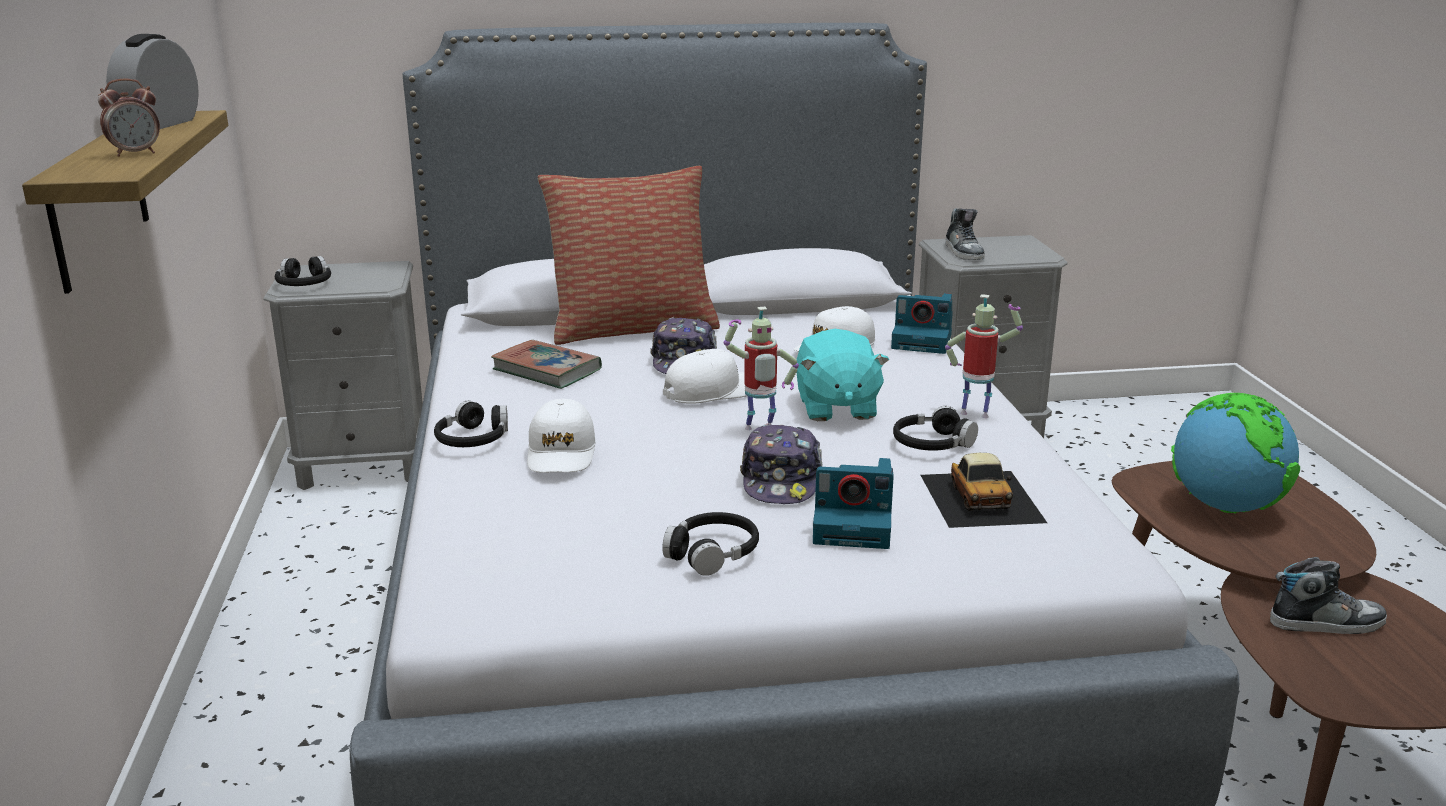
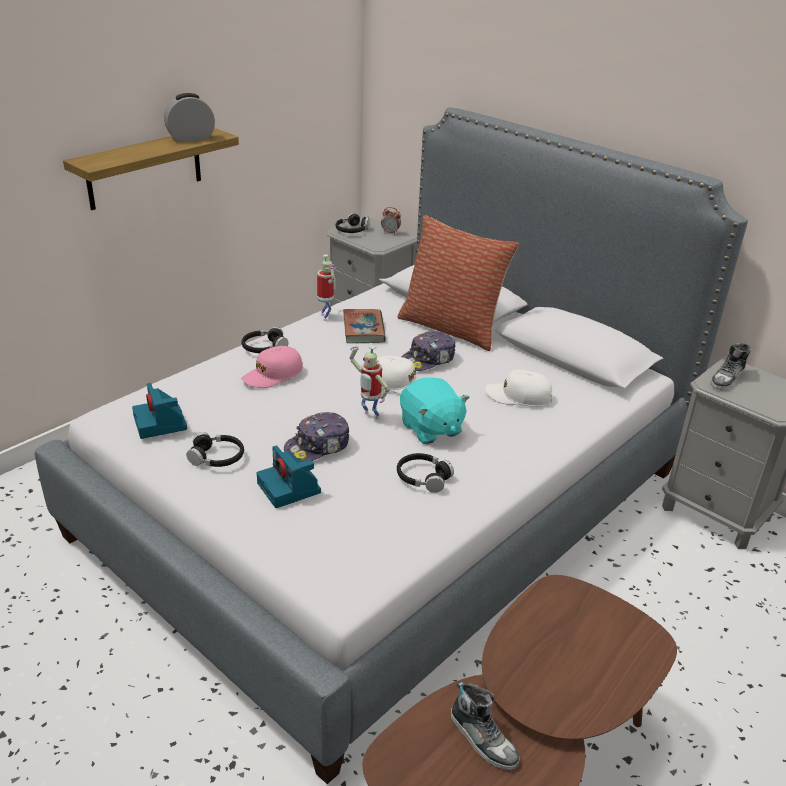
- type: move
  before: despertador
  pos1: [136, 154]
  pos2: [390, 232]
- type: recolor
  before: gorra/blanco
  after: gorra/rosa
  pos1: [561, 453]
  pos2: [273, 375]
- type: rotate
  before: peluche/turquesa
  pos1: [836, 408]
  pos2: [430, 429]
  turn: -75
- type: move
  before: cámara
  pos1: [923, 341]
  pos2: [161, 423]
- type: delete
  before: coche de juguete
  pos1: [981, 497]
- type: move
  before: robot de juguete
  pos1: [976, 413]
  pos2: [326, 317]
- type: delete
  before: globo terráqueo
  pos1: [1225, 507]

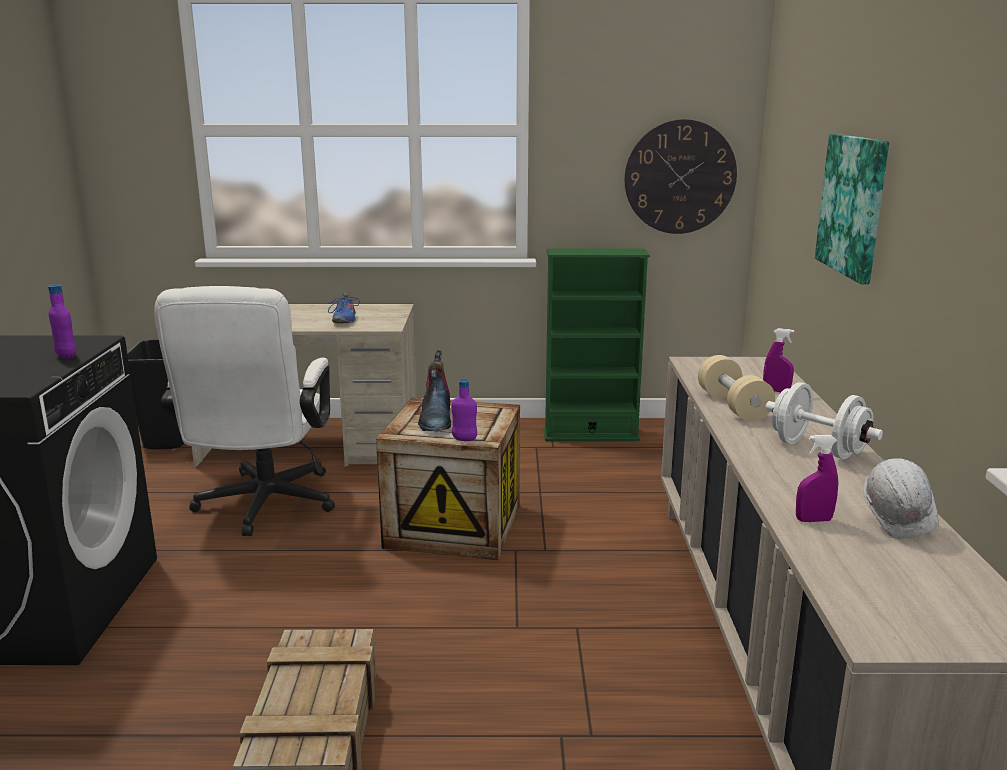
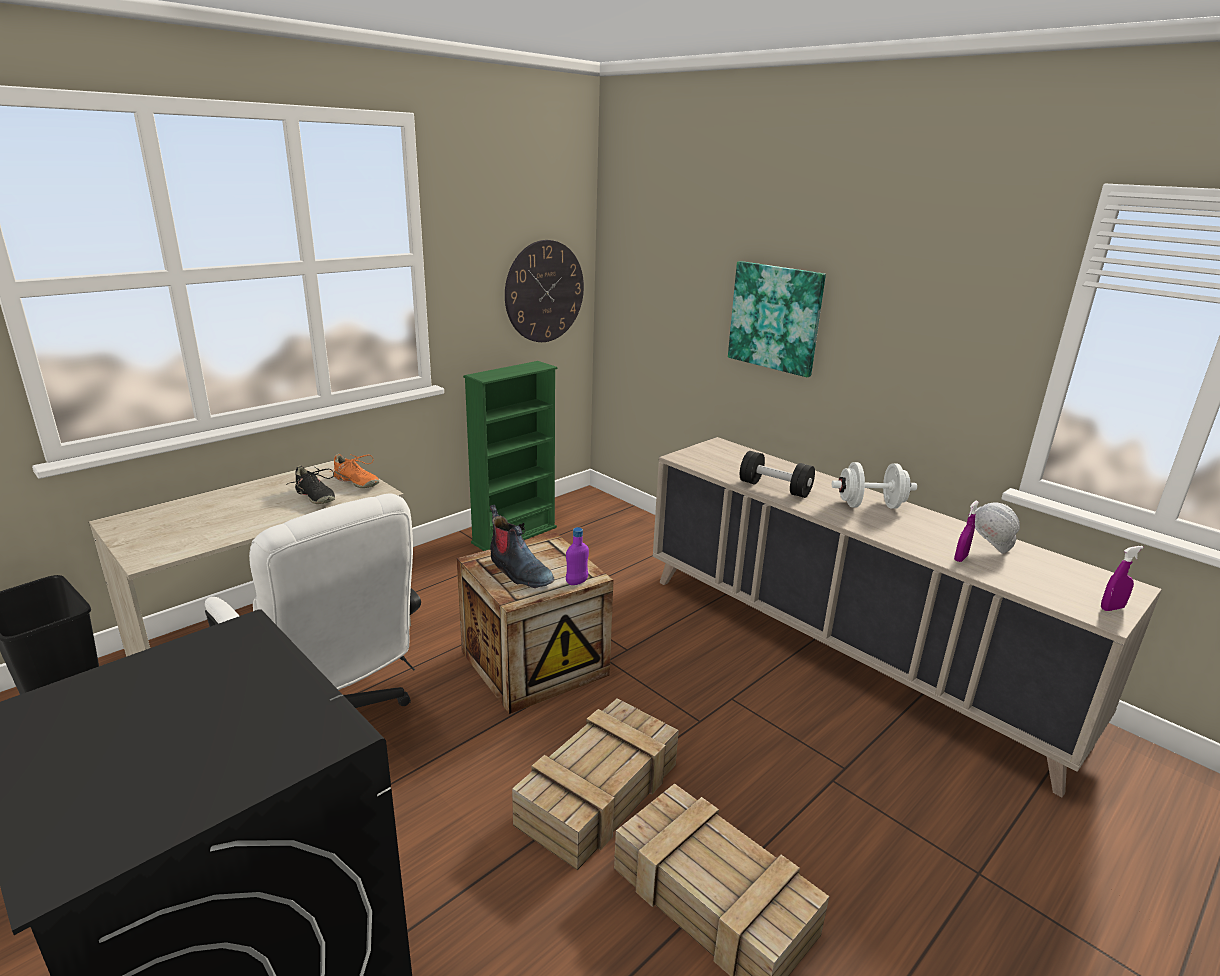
- type: delete
  before: botella/morado
  pos1: [66, 356]
- type: recolor
  before: zapato/azul
  after: zapato/negro
  pos1: [344, 319]
  pos2: [314, 497]
- type: recolor
  before: mancuerna/beis
  after: mancuerna/negro
  pos1: [733, 406]
  pos2: [774, 488]
- type: move
  before: pulverizador/morado
  pos1: [776, 391]
  pos2: [1112, 608]
- type: insert
  after: zapato/naranja
  pos2: [356, 482]
- type: insert
  after: caja de embalaje
  pos2: [599, 791]

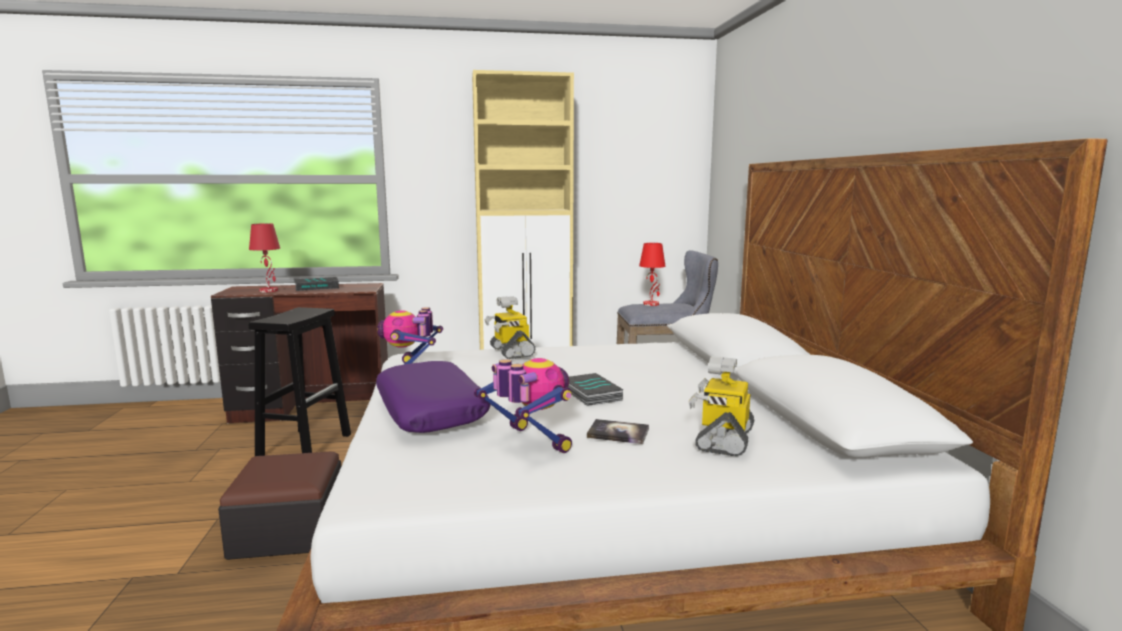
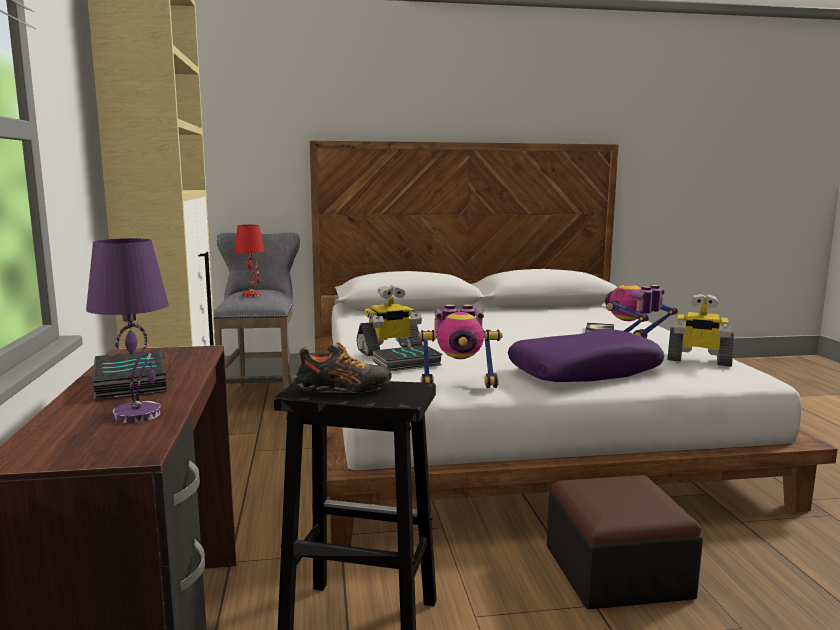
- type: recolor
  before: lámpara de mesa/rojo
  after: lámpara de mesa/morado
  pos1: [269, 290]
  pos2: [137, 414]
- type: move
  before: libro
  pos1: [590, 394]
  pos2: [406, 363]
- type: move
  before: robot de juguete
  pos1: [723, 439]
  pos2: [698, 360]
- type: insert
  after: zapato
  pos2: [344, 389]

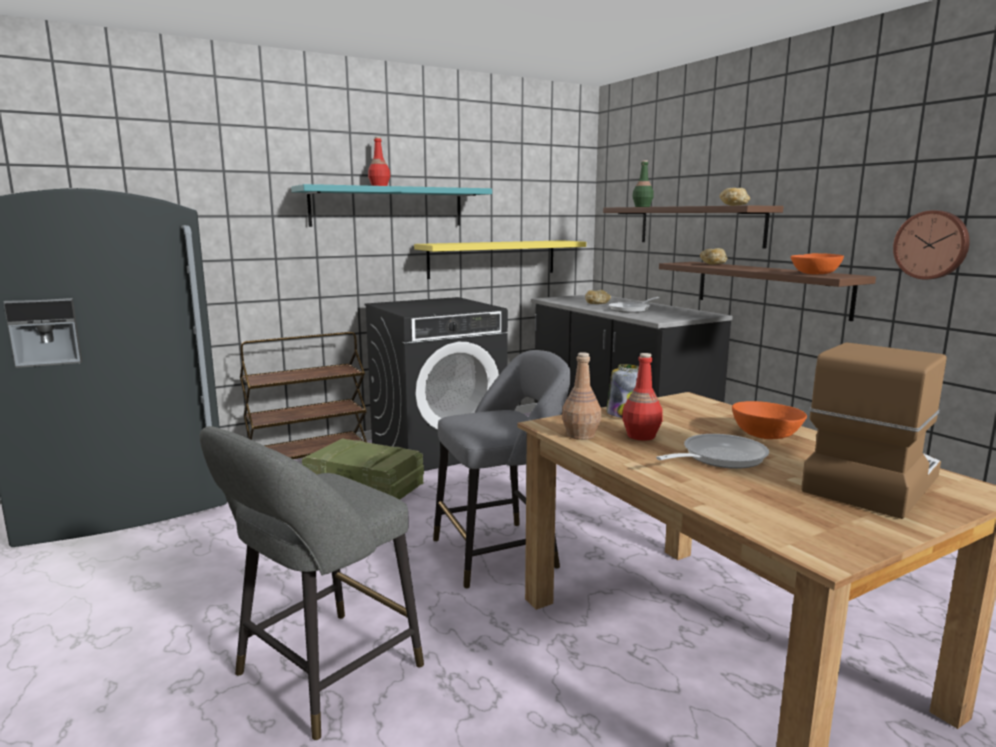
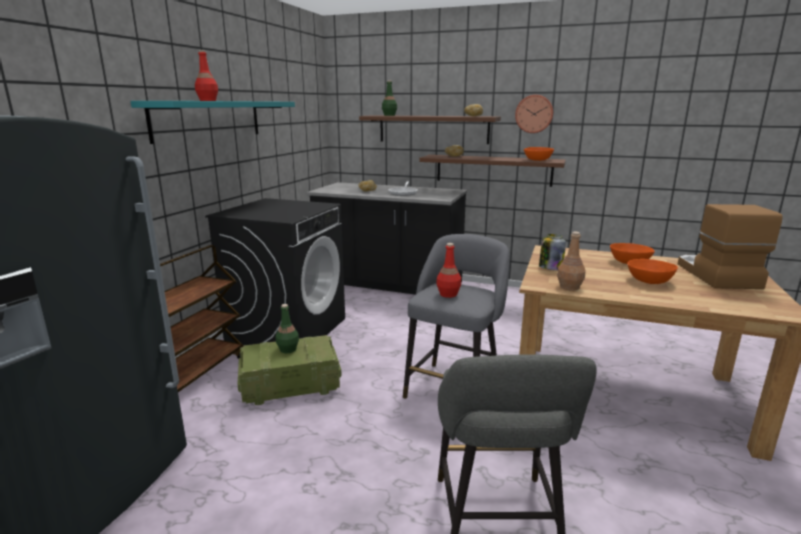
- type: delete
  before: estante/amarillo
  pos1: [492, 258]
- type: move
  before: botella/rojo
  pos1: [641, 436]
  pos2: [448, 294]
- type: replace
  before: sartén
  after: cuenco/naranja
  pos1: [718, 458]
  pos2: [649, 281]
- type: move
  before: reloj de pared
  pos1: [932, 245]
  pos2: [534, 114]
- type: insert
  after: botella/verde
  pos2: [287, 349]

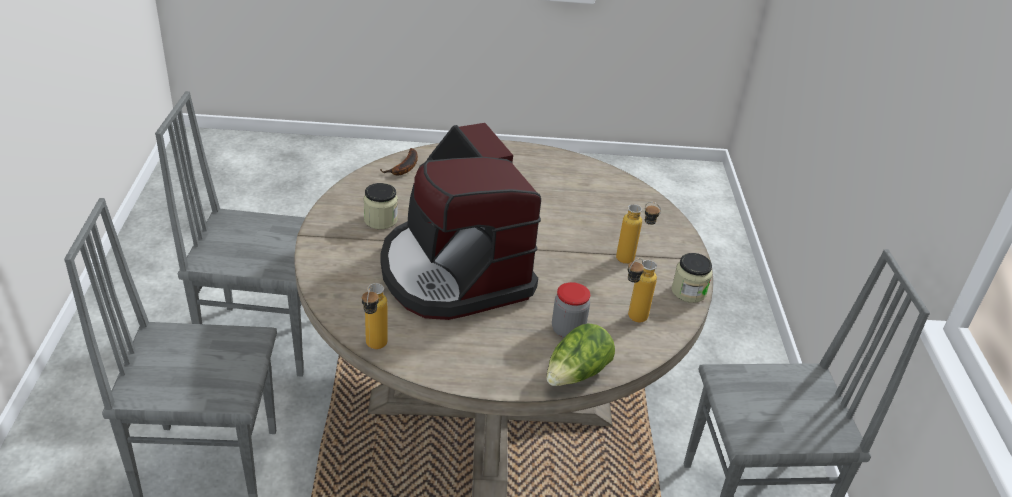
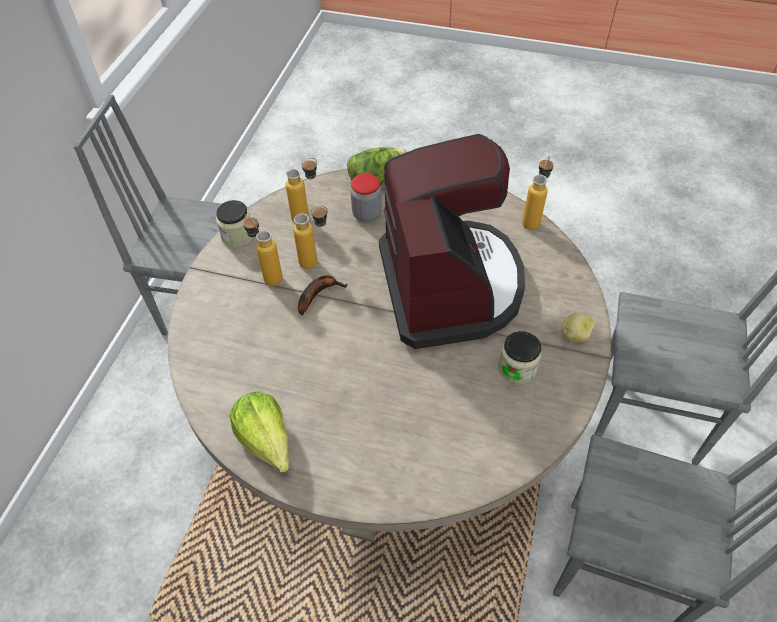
- type: move
  before: plátano
  pos1: [404, 168]
  pos2: [318, 294]
- type: insert
  after: lechuga
  pos2: [268, 447]
- type: insert
  after: botella
  pos2: [316, 261]
- type: insert
  after: patata
  pos2: [574, 335]

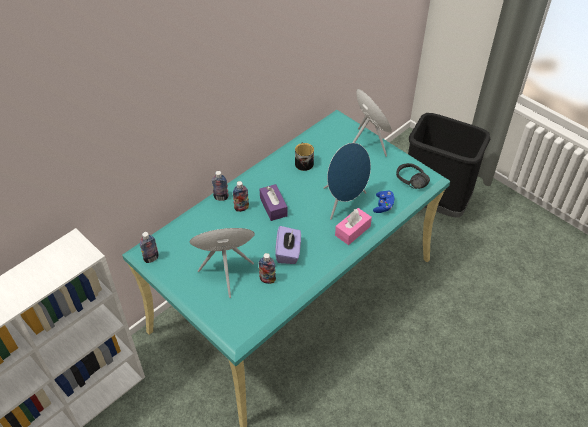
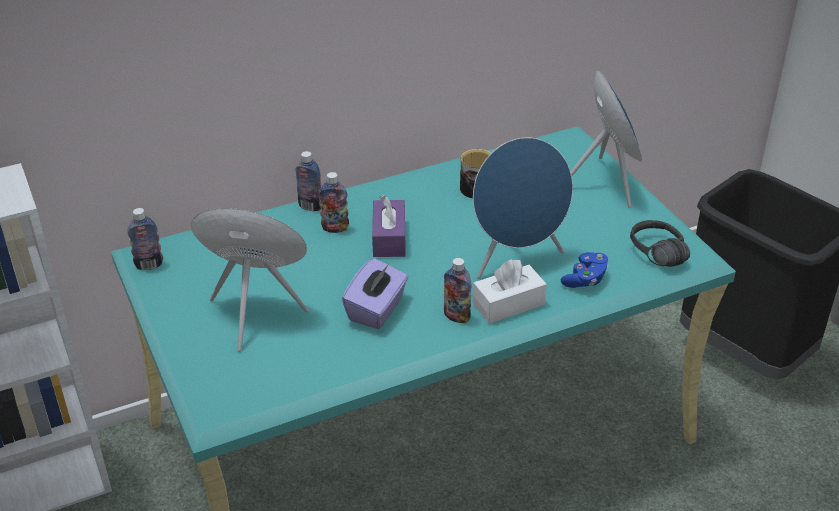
- type: move
  before: botella
  pos1: [267, 280]
  pos2: [456, 316]
- type: recolor
  before: caja de pañuelos/rosa
  after: caja de pañuelos/blanco
  pos1: [352, 231]
  pos2: [508, 304]

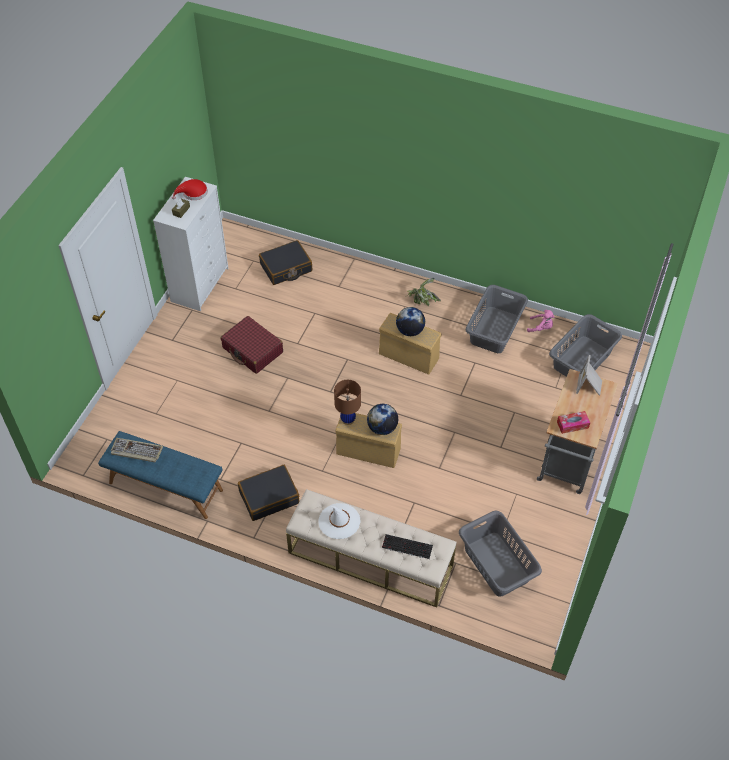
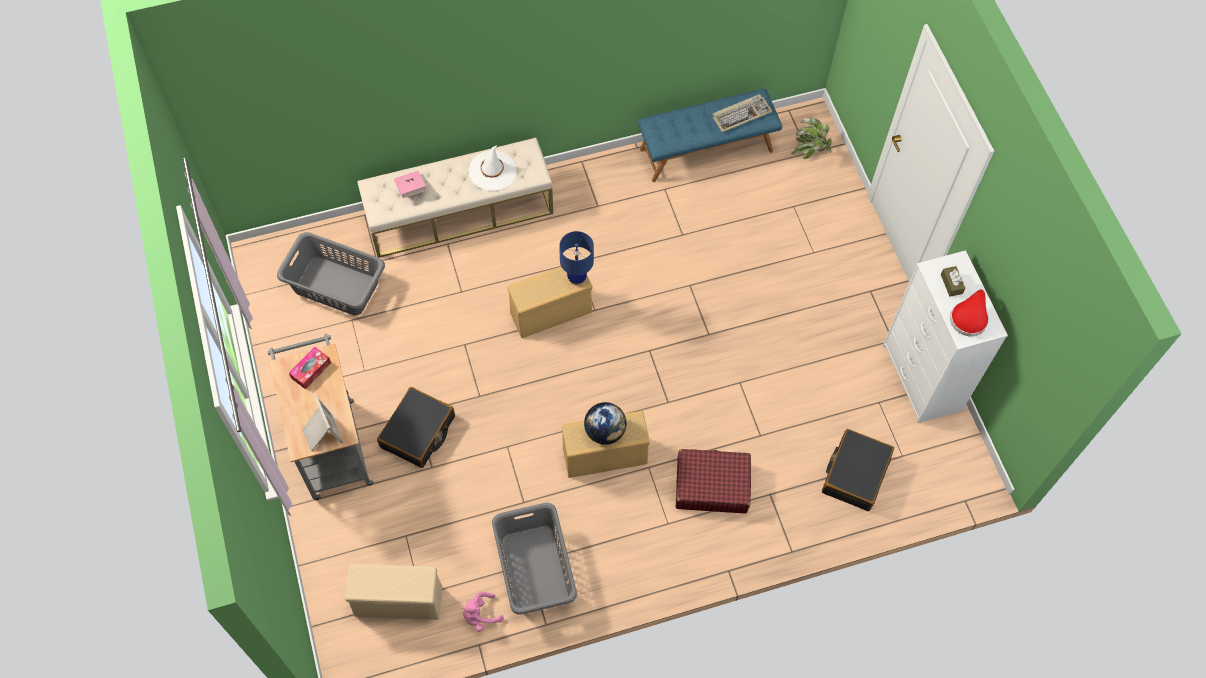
- type: move
  before: maleta/rojo
  pos1: [252, 350]
  pos2: [711, 485]
- type: move
  before: maleta/negro
  pos1: [269, 497]
  pos2: [418, 432]
- type: recolor
  before: lámpara de mesa/marrón
  after: lámpara de mesa/azul
  pos1: [348, 419]
  pos2: [577, 278]
- type: delete
  before: globo terráqueo
  pos1: [382, 428]
- type: replace
  before: teclado
  after: libro/rosa
  pos1: [406, 547]
  pos2: [411, 189]
- type: move
  before: planta en maceta
  pos1: [421, 302]
  pos2: [811, 150]
- type: replace
  before: cesto de la ropa/gris
  after: caja de almacenaje/beis
  pos1: [581, 360]
  pos2: [399, 600]

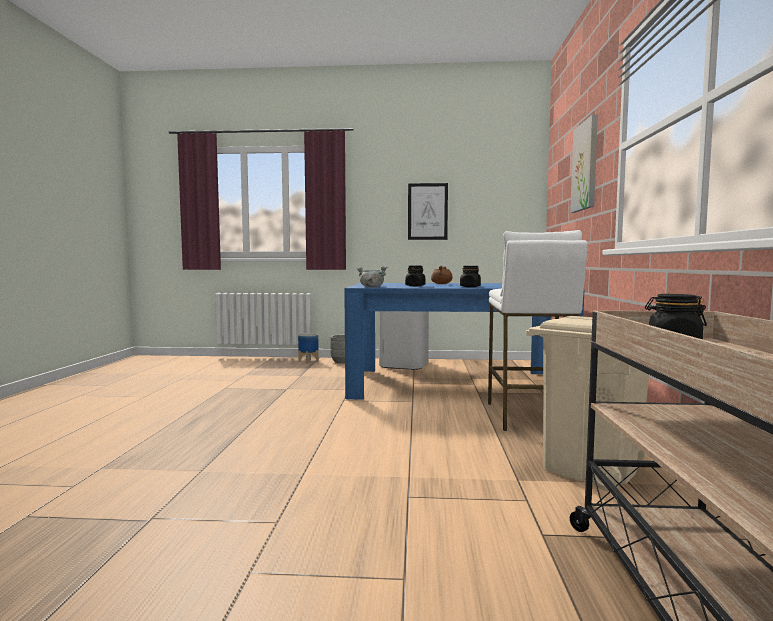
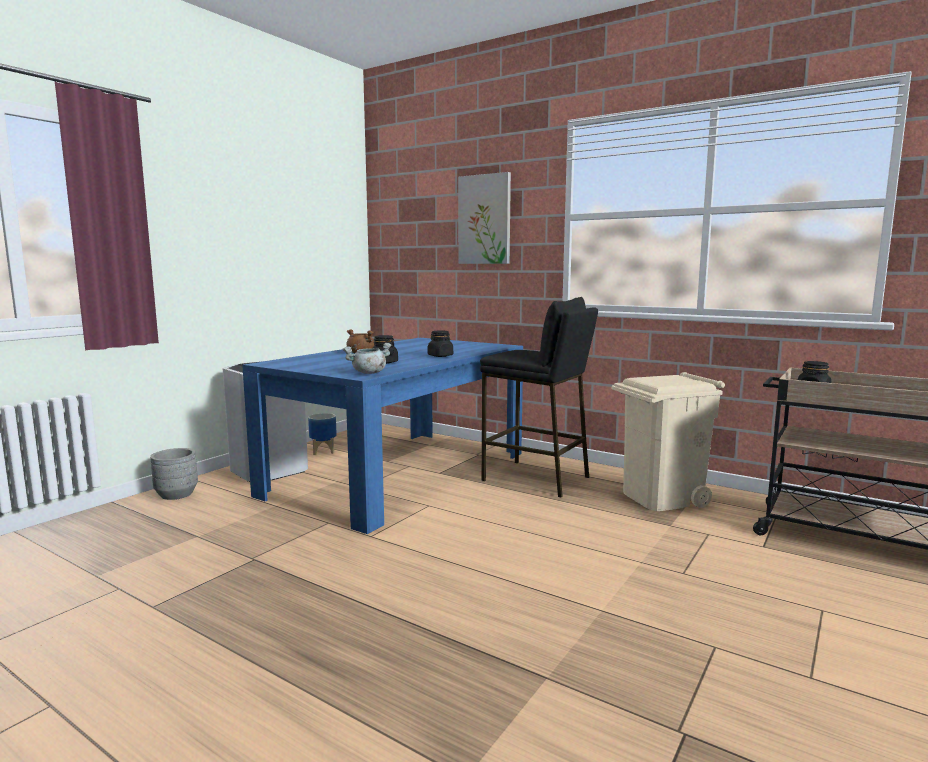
- type: move
  before: maceta
  pos1: [308, 361]
  pos2: [323, 451]
- type: delete
  before: cuadro
  pos1: [427, 211]
- type: recolor
  before: taburete/blanco
  after: taburete/negro
  pos1: [529, 417]
  pos2: [536, 478]

